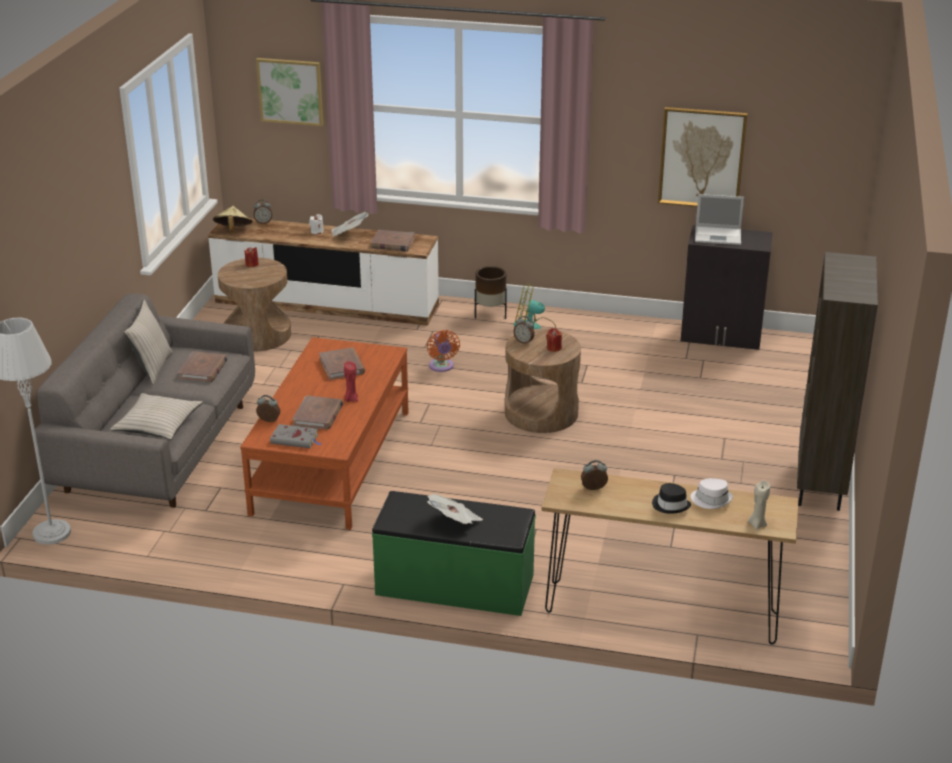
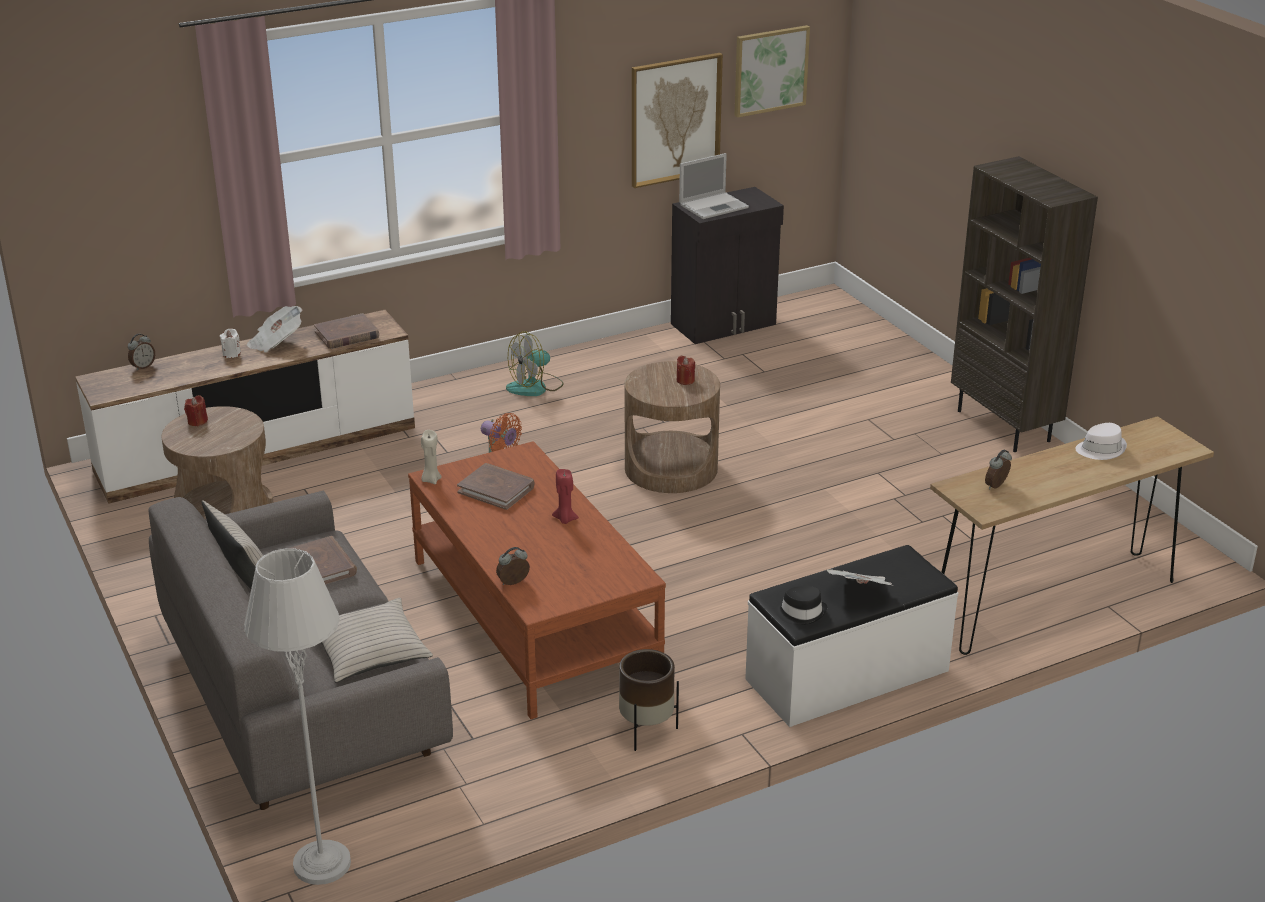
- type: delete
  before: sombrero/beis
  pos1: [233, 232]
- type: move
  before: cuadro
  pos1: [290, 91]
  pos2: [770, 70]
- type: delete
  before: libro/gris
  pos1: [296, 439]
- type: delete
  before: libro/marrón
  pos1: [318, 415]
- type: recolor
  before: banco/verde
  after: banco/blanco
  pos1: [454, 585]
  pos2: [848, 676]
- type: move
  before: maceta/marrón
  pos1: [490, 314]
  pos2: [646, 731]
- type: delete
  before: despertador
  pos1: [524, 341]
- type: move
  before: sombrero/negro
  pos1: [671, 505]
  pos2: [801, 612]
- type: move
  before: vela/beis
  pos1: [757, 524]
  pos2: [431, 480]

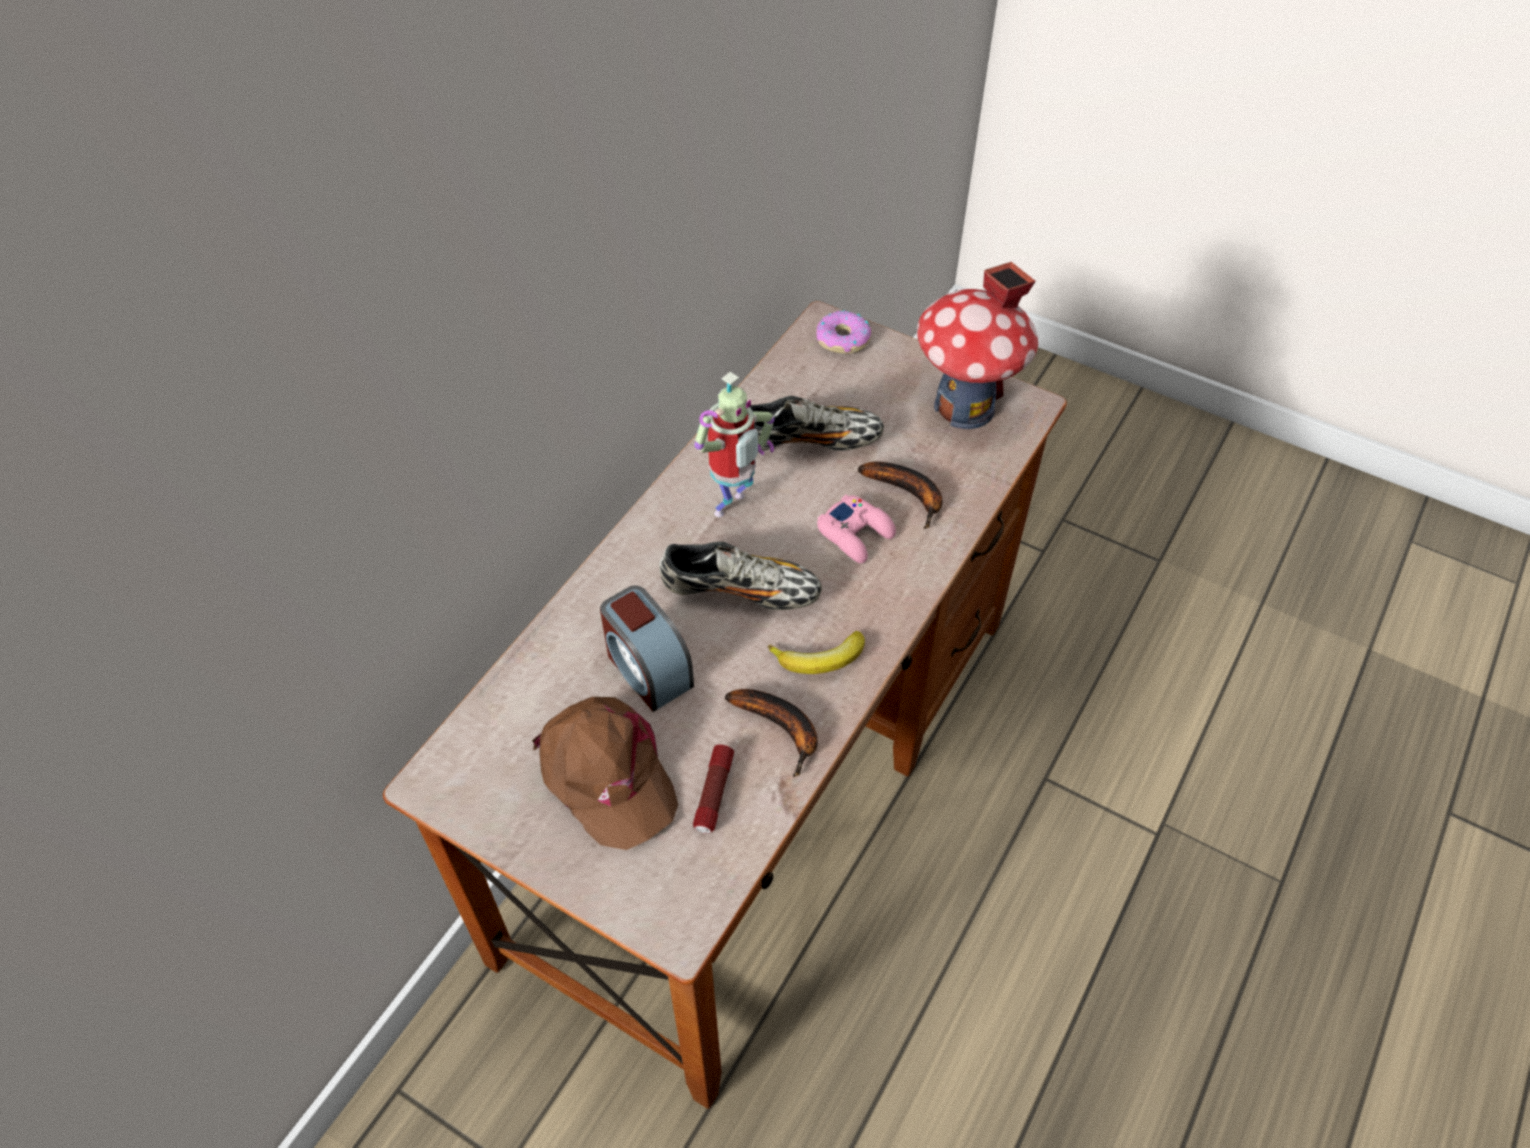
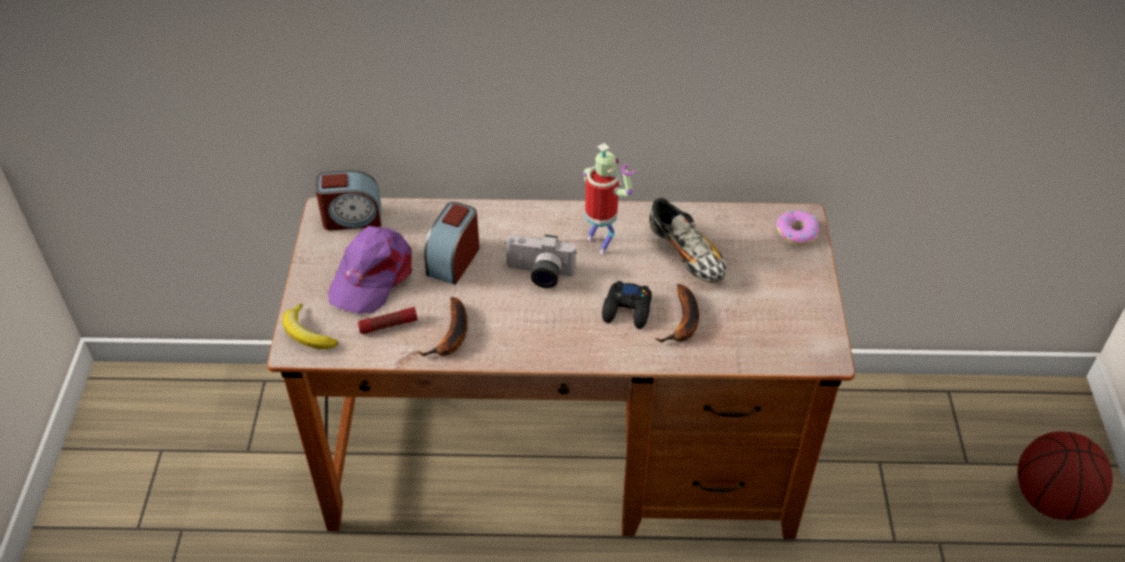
- type: recolor
  before: gorra/marrón
  after: gorra/morado
  pos1: [606, 775]
  pos2: [372, 275]
- type: replace
  before: zapato
  after: cámara
  pos1: [740, 591]
  pos2: [539, 275]
- type: rotate
  before: robot de juguete
  pos1: [733, 508]
  pos2: [601, 244]
  turn: -135
- type: move
  before: plátano
  pos1: [820, 660]
  pos2: [307, 334]
- type: recolor
  before: mando de consola/rosa
  after: mando de consola/negro
  pos1: [856, 534]
  pos2: [627, 309]
- type: delete
  before: casita
  pos1: [965, 407]
- type: insert
  after: despertador
  pos2: [352, 218]
- type: insert
  after: balón de baloncesto
  pos2: [1051, 499]

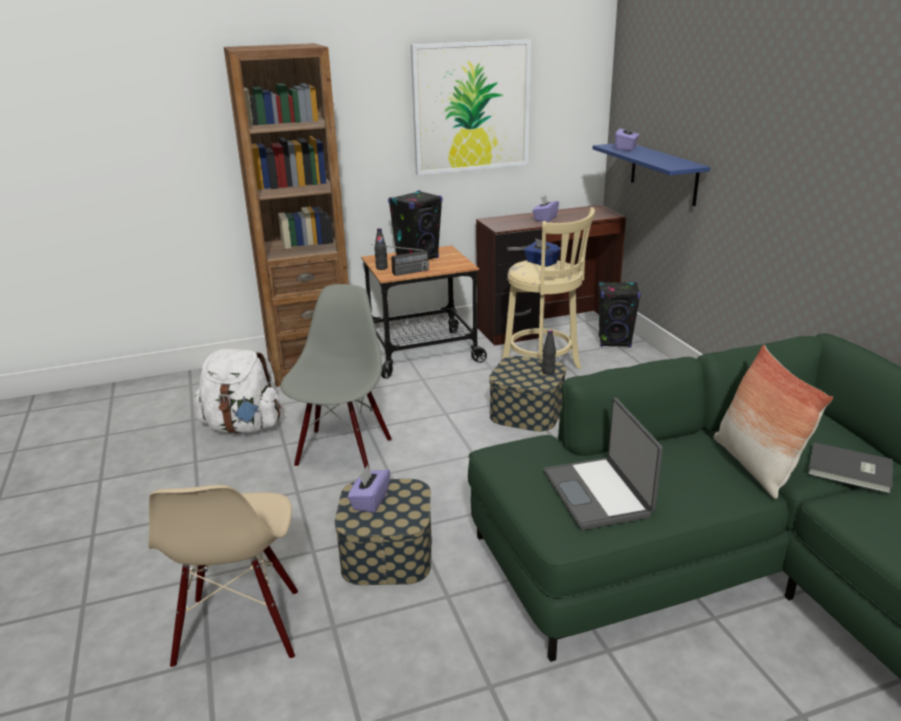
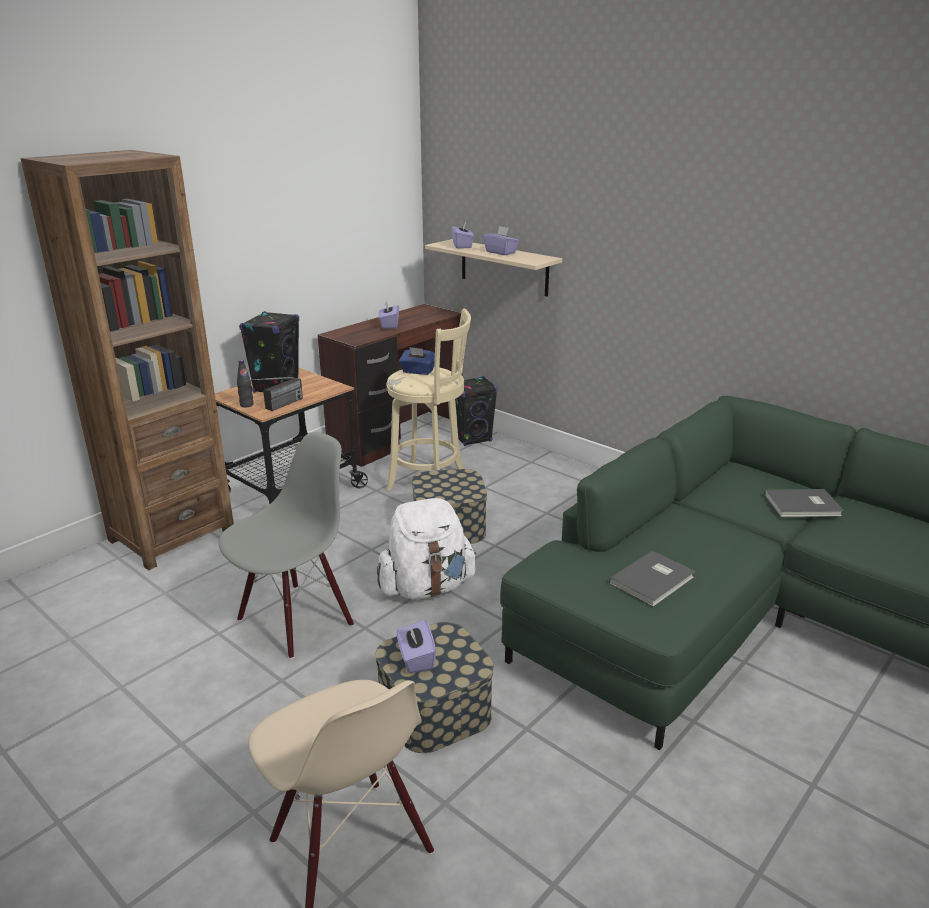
- type: move
  before: mochila/blanco
  pos1: [243, 427]
  pos2: [426, 587]
- type: rotate
  before: silla/gris
  pos1: [342, 452]
  pos2: [295, 620]
  turn: 60
- type: delete
  before: cuadro
  pos1: [471, 107]
- type: delete
  before: botella/negro
  pos1: [548, 372]
- type: replace
  before: portátil
  after: libro/gris
  pos1: [598, 494]
  pos2: [654, 581]
- type: recolor
  before: estante/azul
  after: estante/beis
  pos1: [663, 173]
  pos2: [504, 267]
- type: delete
  before: cojín
  pos1: [755, 466]
- type: insert
  after: caja de pañuelos/morado
  pos2: [501, 252]

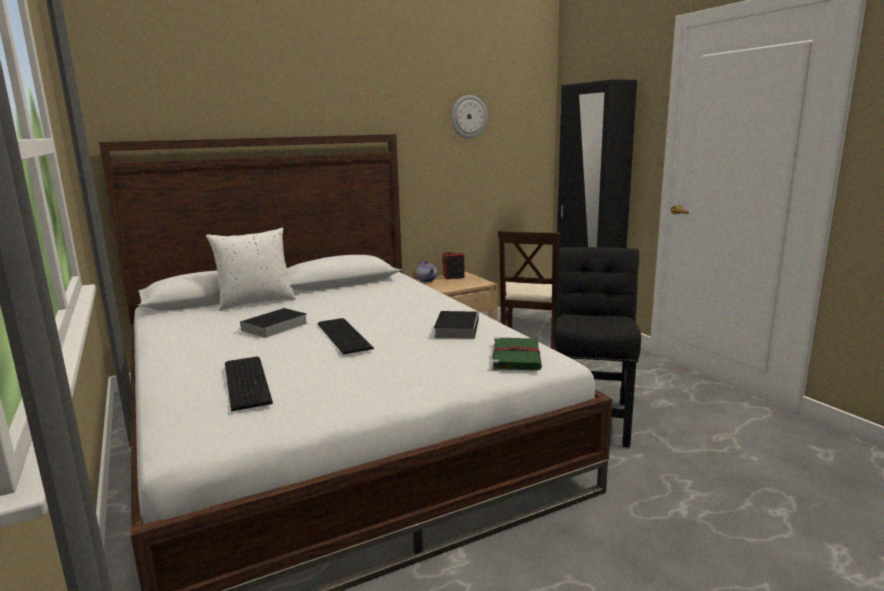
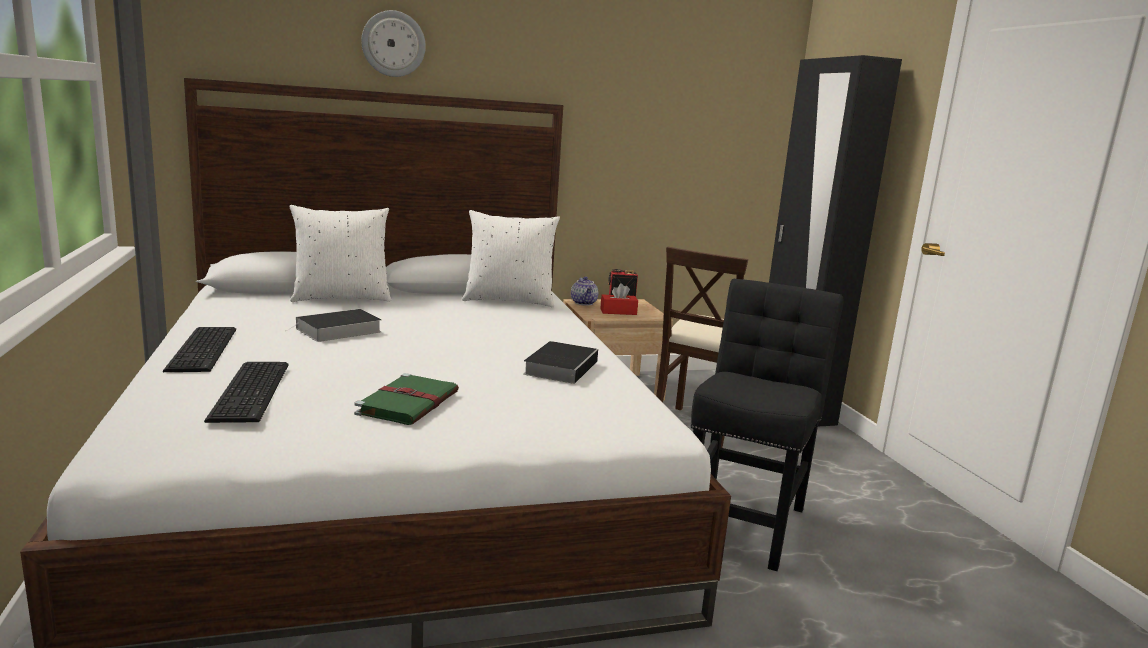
- type: move
  before: teclado
  pos1: [345, 335]
  pos2: [205, 348]
- type: move
  before: reloj de pared
  pos1: [468, 117]
  pos2: [393, 44]
- type: move
  before: libro/verde
  pos1: [516, 356]
  pos2: [409, 402]
- type: insert
  after: cojín/blanco
  pos2: [509, 300]
- type: insert
  after: caja de pañuelos/rojo
  pos2: [618, 312]

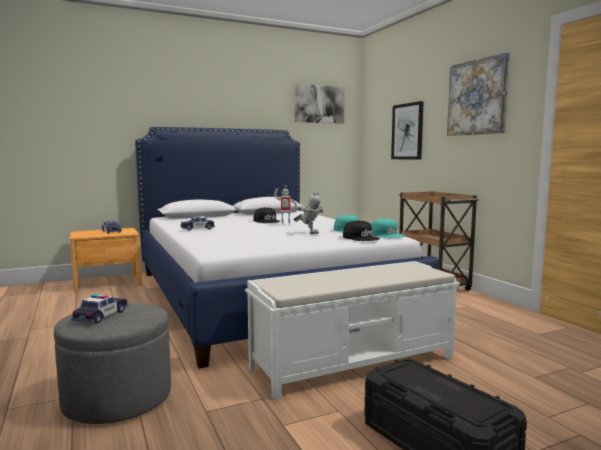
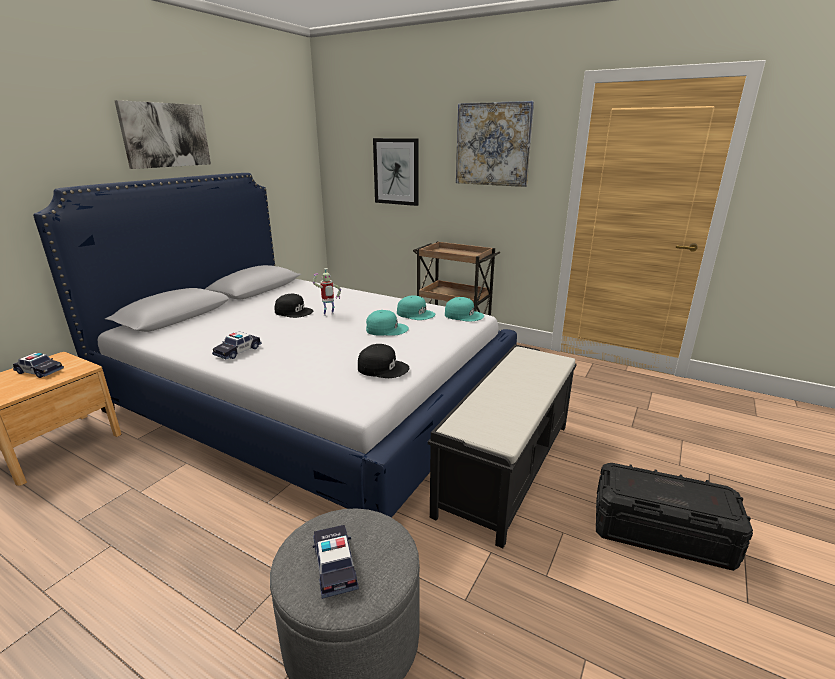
- type: recolor
  before: banco/blanco
  after: banco/negro
  pos1: [355, 362]
  pos2: [507, 465]
- type: replace
  before: robot de juguete
  after: gorra/turquesa
  pos1: [309, 233]
  pos2: [386, 329]
- type: move
  before: cuadro
  pos1: [319, 104]
  pos2: [165, 135]
- type: move
  before: gorra/negro
  pos1: [361, 238]
  pos2: [383, 368]

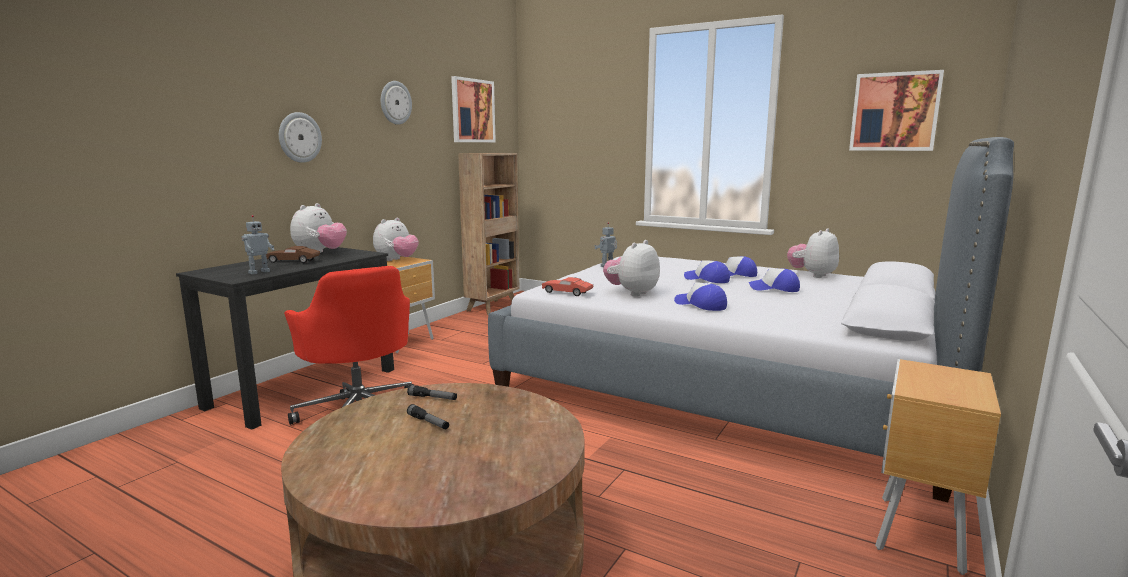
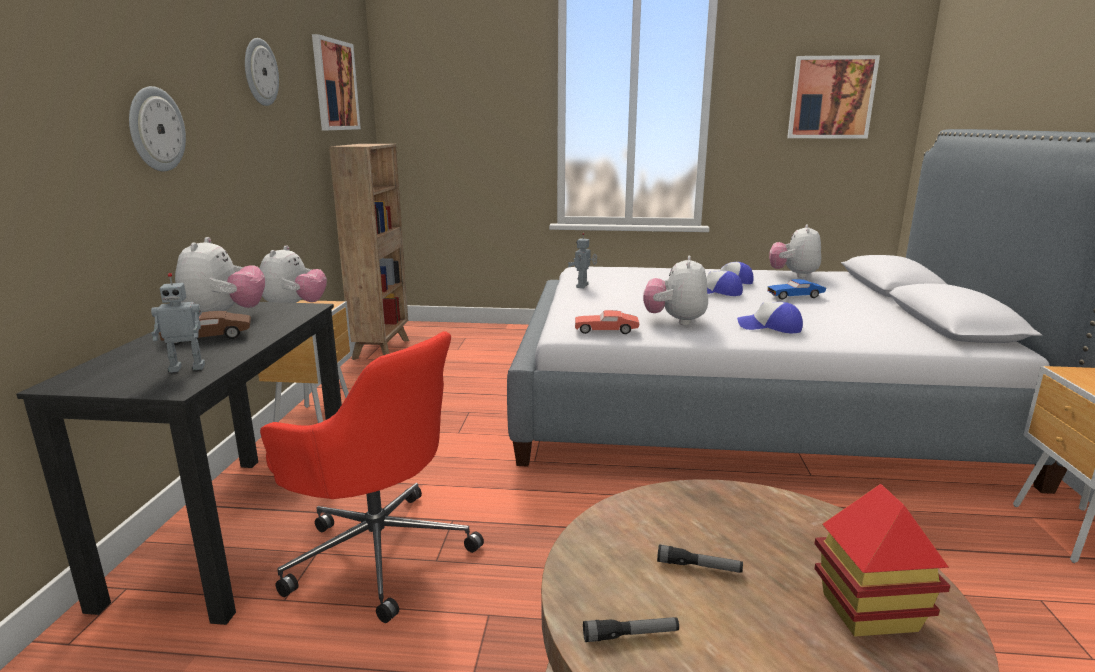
- type: rotate
  before: robot de juguete
  pos1: [258, 272]
  pos2: [187, 368]
  turn: 60
- type: move
  before: linterna
  pos1: [432, 398]
  pos2: [630, 635]
- type: replace
  before: gorra
  after: coche de juguete/azul
  pos1: [774, 289]
  pos2: [795, 296]
- type: insert
  after: casita
  pos2: [869, 612]

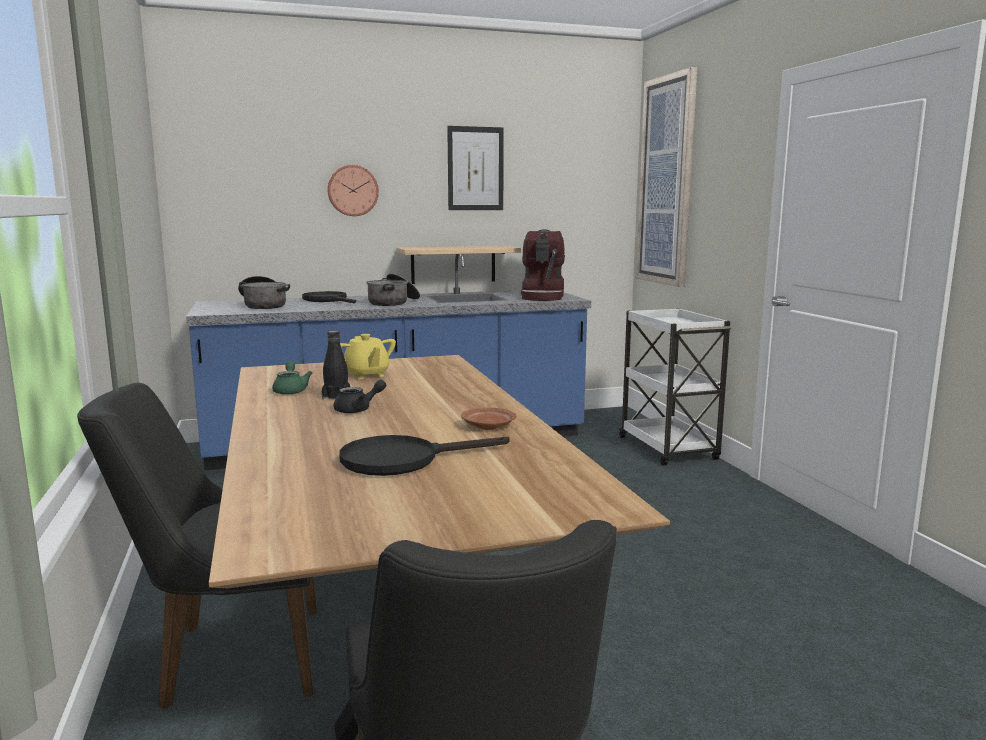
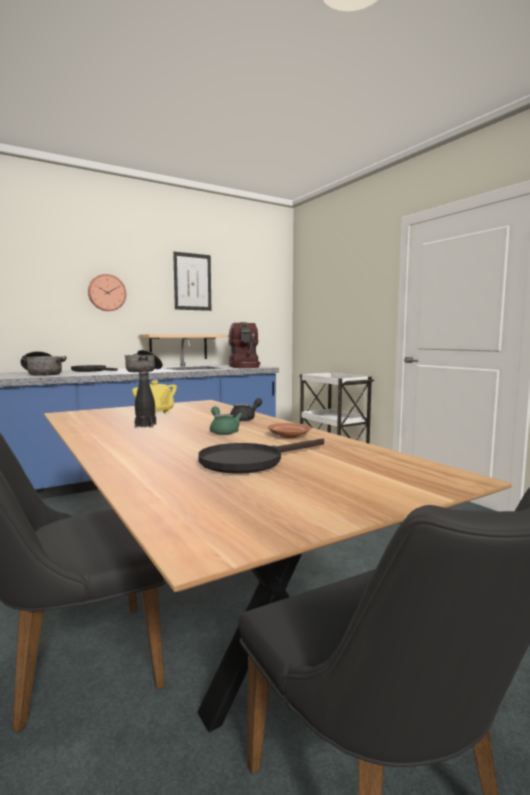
- type: move
  before: tetera/verde
  pos1: [291, 390]
  pos2: [223, 431]
- type: move
  before: tetera/negro
  pos1: [358, 410]
  pos2: [246, 419]
- type: delete
  before: cuadro
  pos1: [667, 181]

